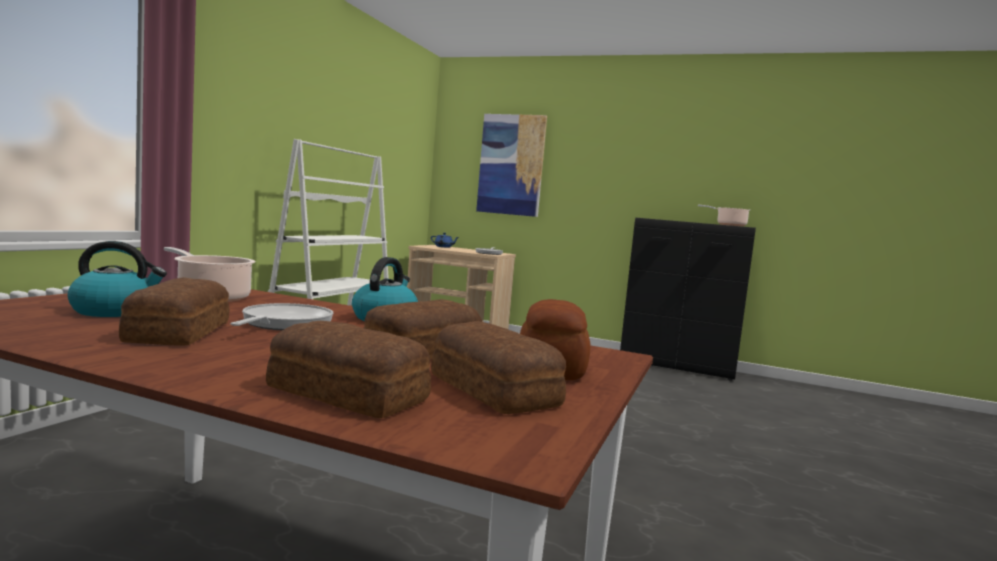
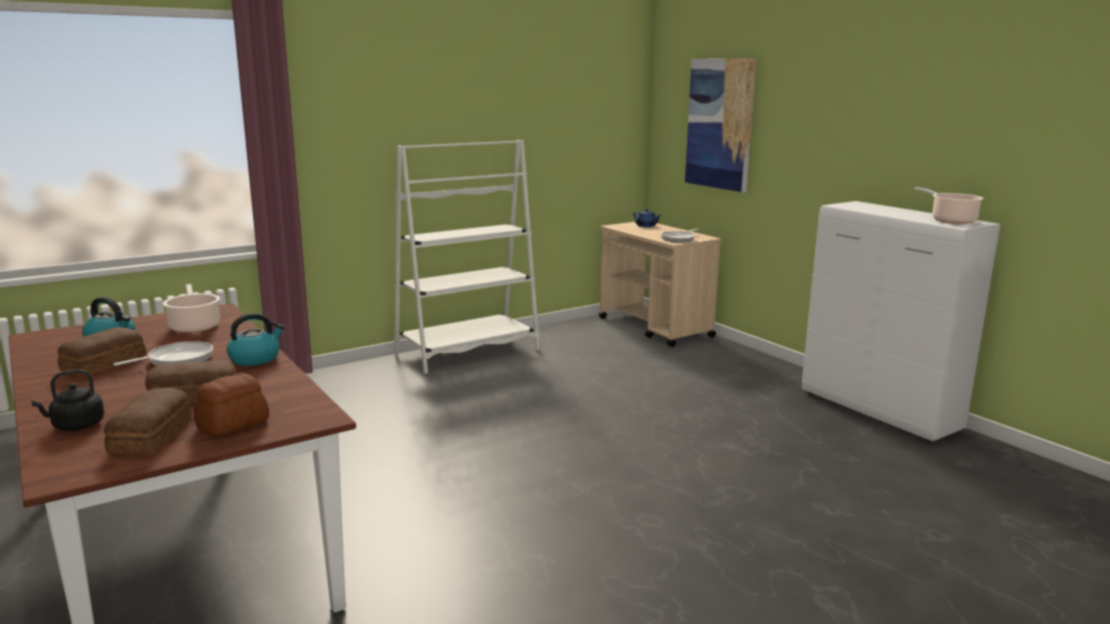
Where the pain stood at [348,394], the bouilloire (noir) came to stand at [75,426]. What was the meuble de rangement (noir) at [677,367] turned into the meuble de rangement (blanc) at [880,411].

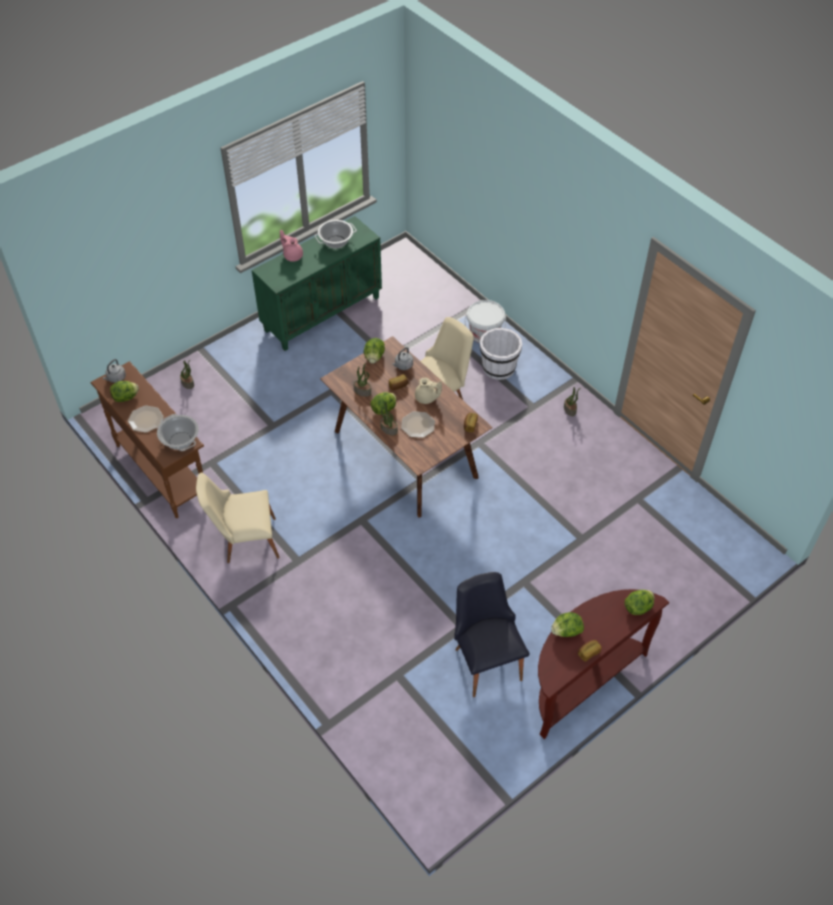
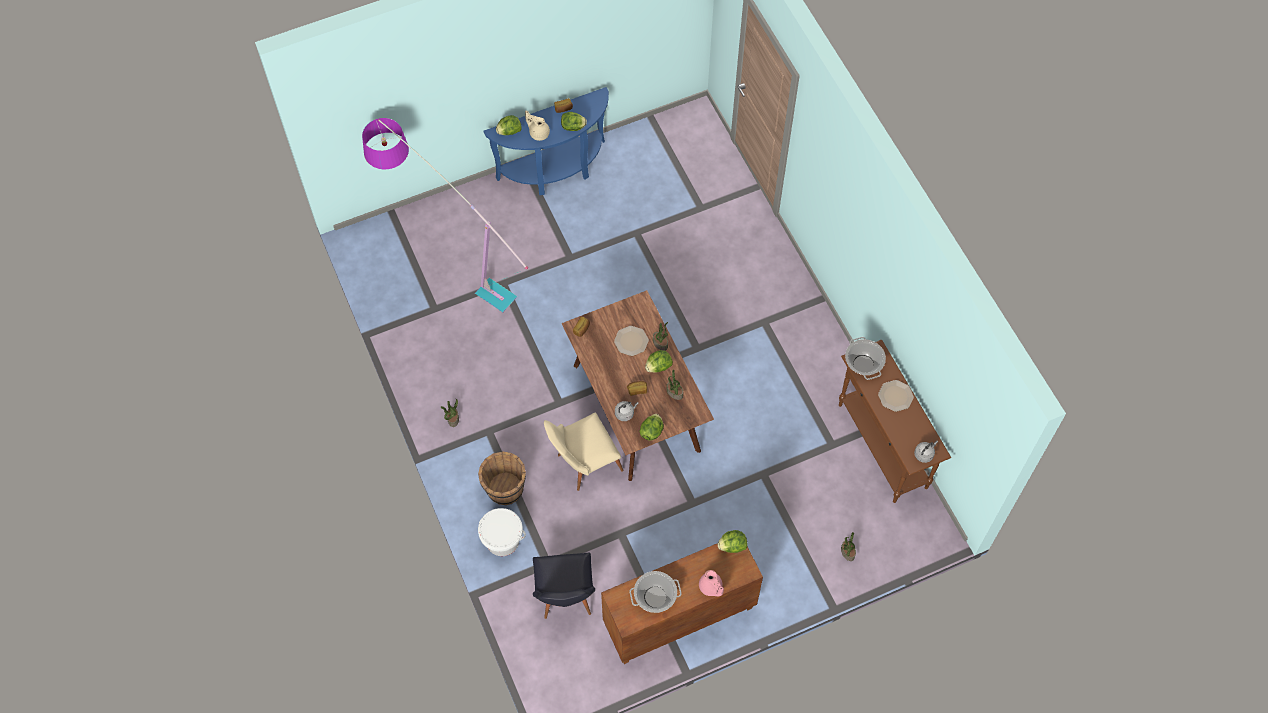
The laitue ended up elsewhere, having gone from [126,397] to [732,546]. The second view lost the chaise (beige) at [244,541]. What was the meuble de rangement (vert) at [322,313] turned into the meuble de rangement (marron) at [679,618]. The théière (beige) ended up elsewhere, having gone from [426,398] to [538,133]. The chaise (noir) ended up elsewhere, having gone from [486,658] to [565,598]. What was the seau (blanc) at [498,367] turned into the seau (marron) at [505,489]. What was the table console (marron) at [582,680] turned into the table console (bleu) at [556,170]. The second view gained the lampadaire at [446,261].

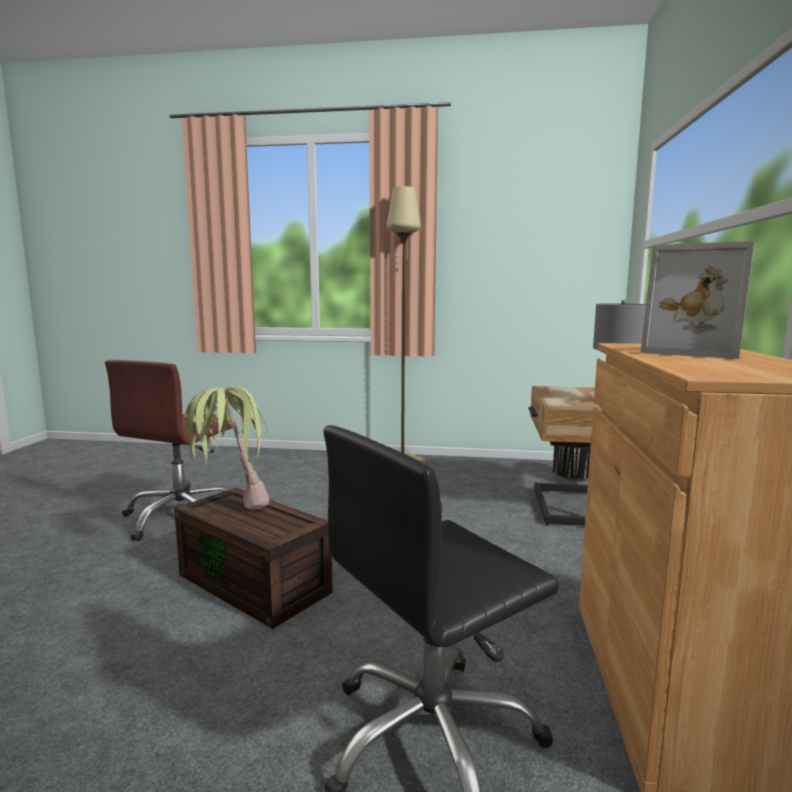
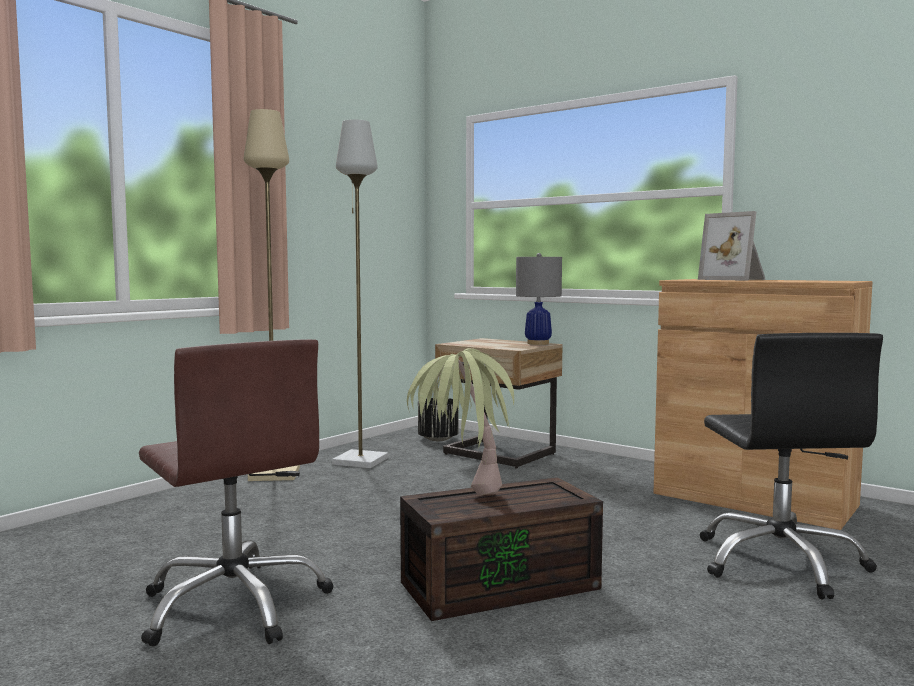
The cadre photo at [693,352] ended up facing another way, 75 degrees clockwise from before. The second view gained the lampadaire (gris) at [359,461].

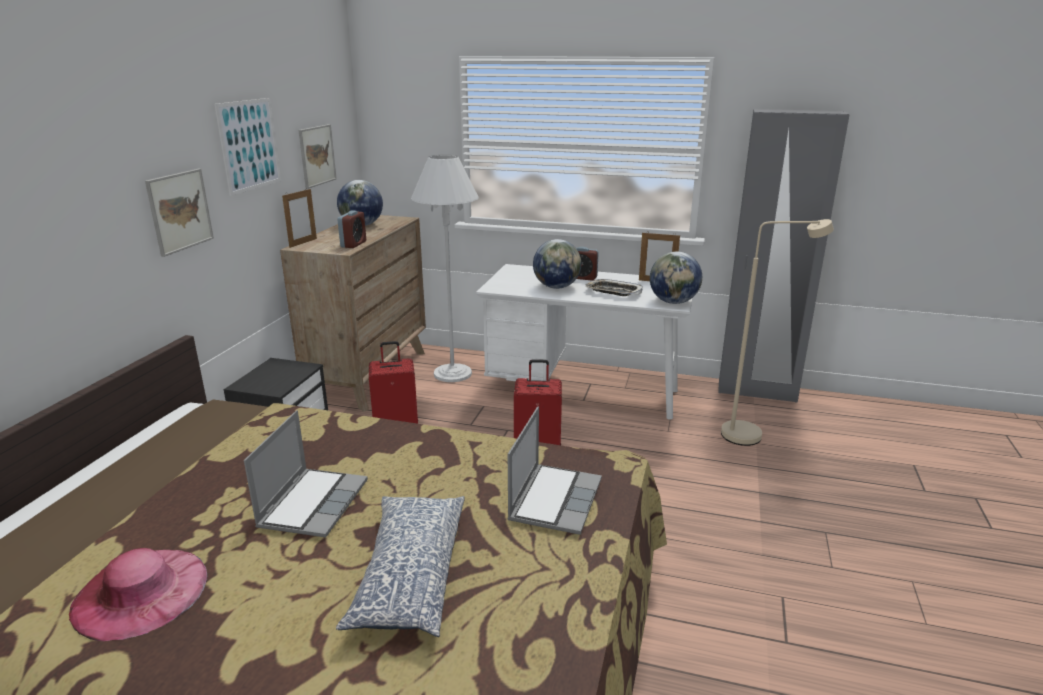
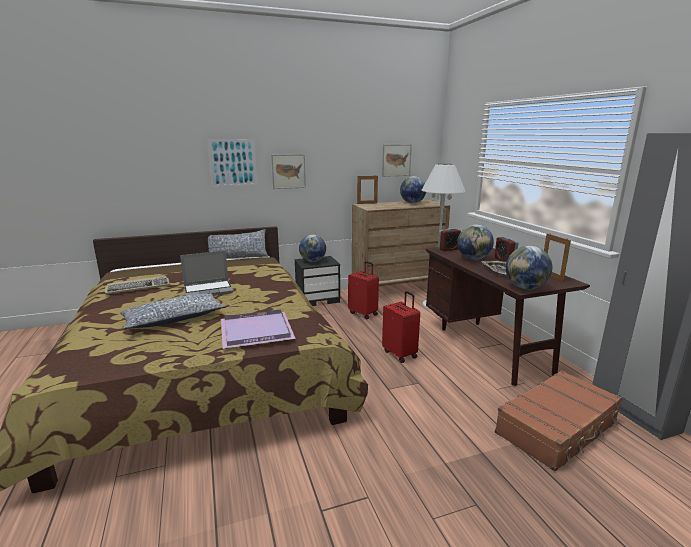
Where the chapeau (rose) stood at [140,592], the clavier came to stand at [139,287]. The tableau ended up elsewhere, having gone from [249,145] to [233,162]. The réveil ended up elsewhere, having gone from [353,244] to [448,249]. What was the bureau (blanc) at [584,393] turned into the bureau (marron) at [487,345]. Where the ordinateur portable stood at [554,499], the plateau (violet) came to stand at [257,330]. Where the lampadaire (beige) stood at [752,435], the valise (marron) came to stand at [557,428]. The second view gained the coussin at [237,257]. The second view gained the globe at [312,261].

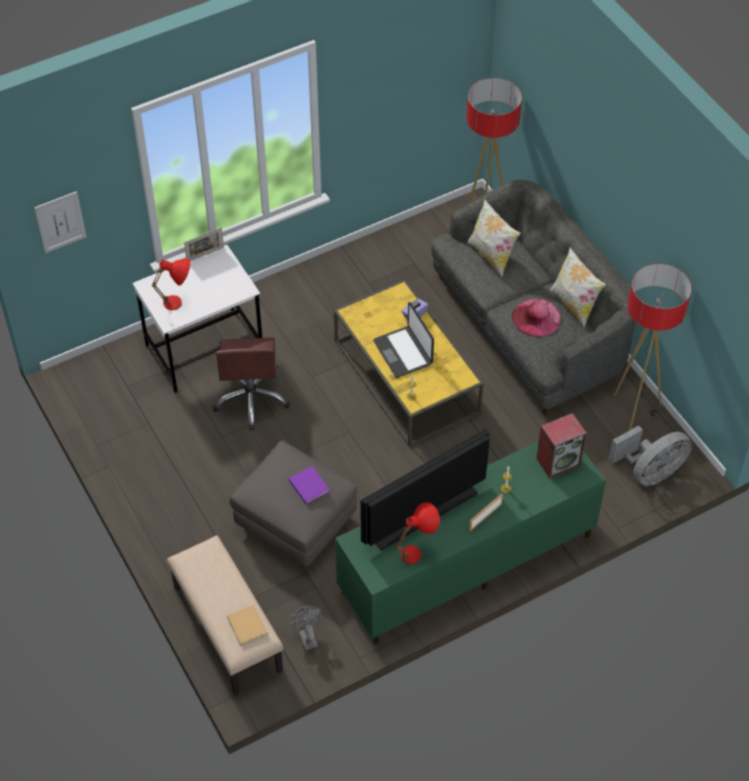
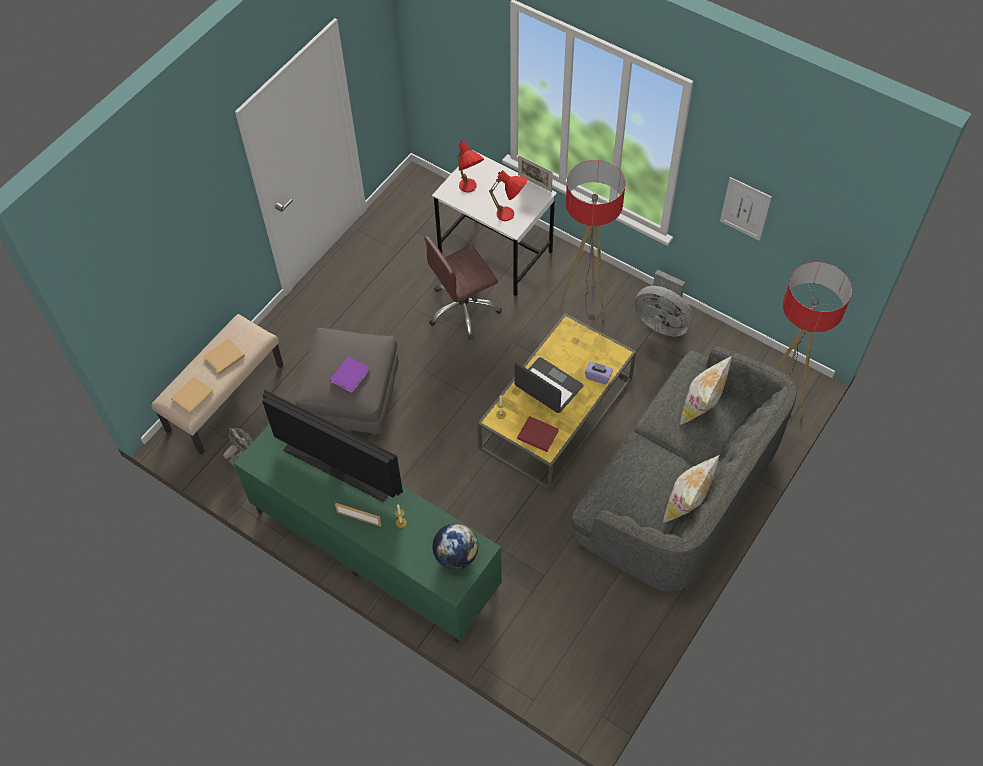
The tableau ended up elsewhere, having gone from [60,222] to [745,208]. The ordinateur portable at [403,352] ended up facing another way, 90 degrees clockwise from before. The lampe de table (rouge) ended up elsewhere, having gone from [417,551] to [511,217]. The second view lost the chapeau (rose) at [536,317]. Where the enceinte stood at [558,461], the globe came to stand at [456,556]. The ventilateur (gris) ended up elsewhere, having gone from [650,472] to [662,322]. The lampadaire ended up elsewhere, having gone from [635,411] to [585,303]. The second view gained the livre (beige) at [223,358]. The second view gained the livre (rouge) at [536,434].

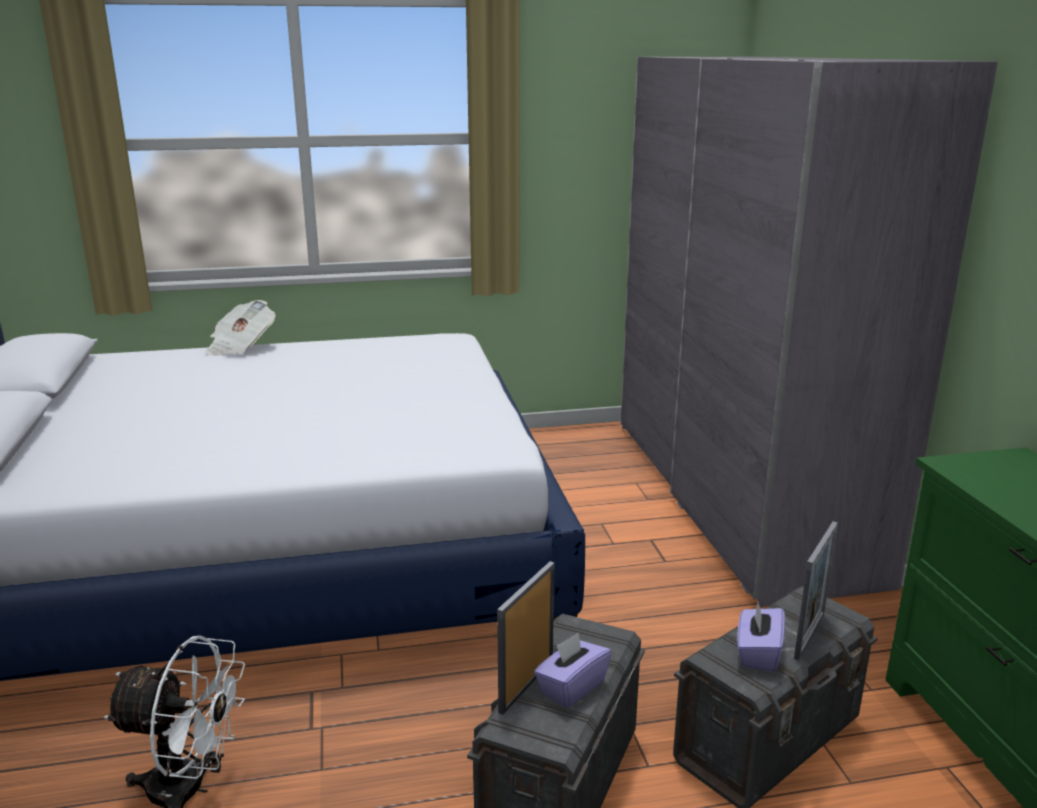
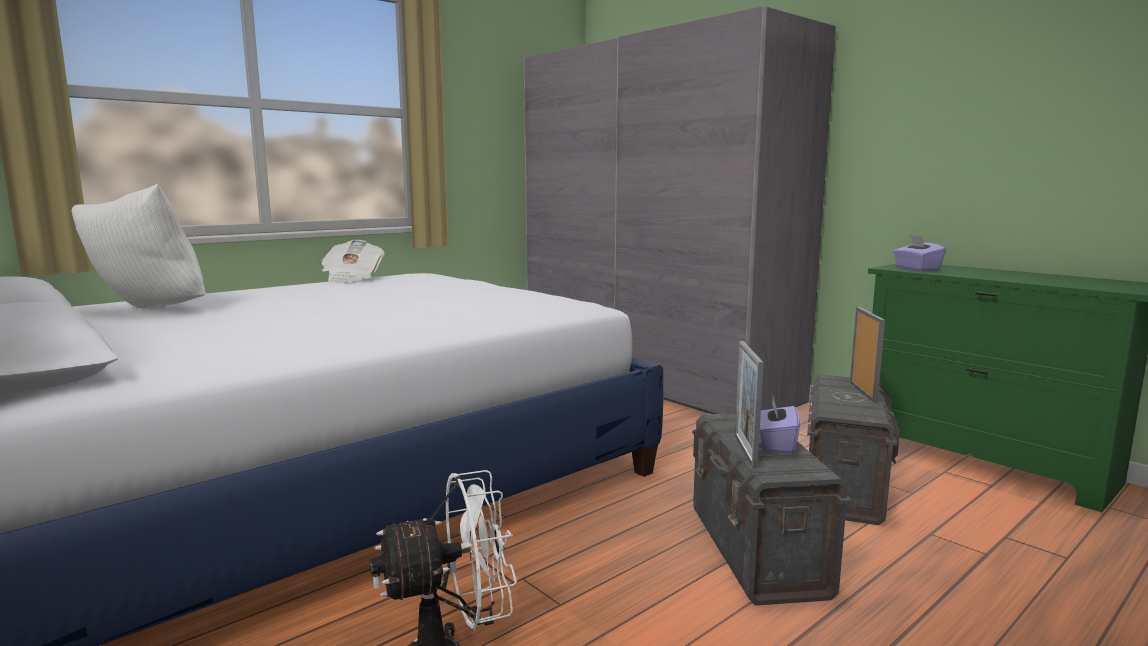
The journal ended up elsewhere, having gone from [240,347] to [352,279]. The boîte à mouchoirs (violet) ended up elsewhere, having gone from [758,653] to [916,269]. The second view gained the coussin (blanc) at [146,311].

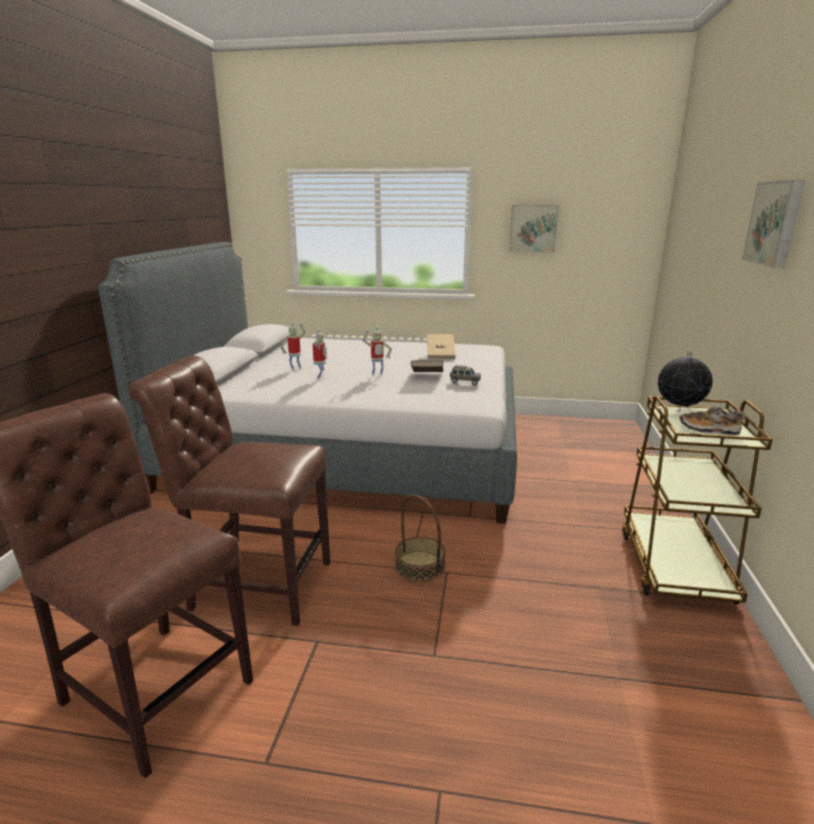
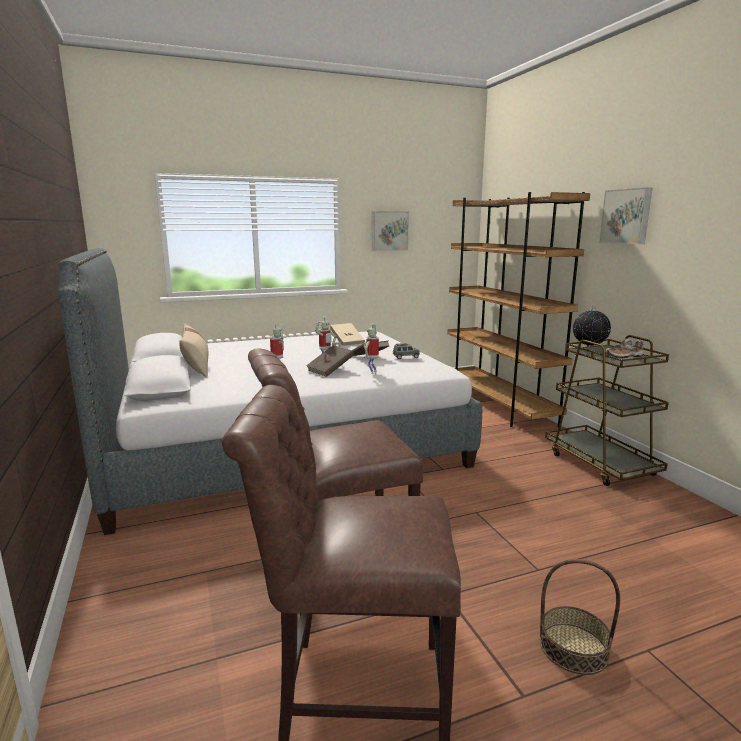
The robot jouet ended up elsewhere, having gone from [295,369] to [372,372]. The panier ended up elsewhere, having gone from [420,565] to [573,648]. The second view gained the coussin (beige) at [196,366]. The second view gained the livre (marron) at [330,370]. The second view gained the bibliothèque (marron) at [498,406].

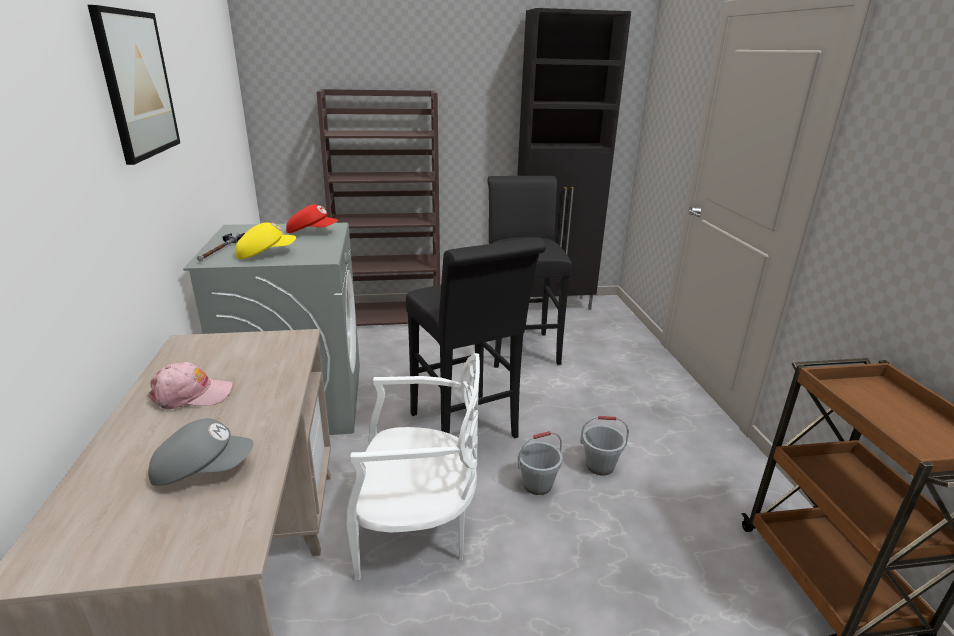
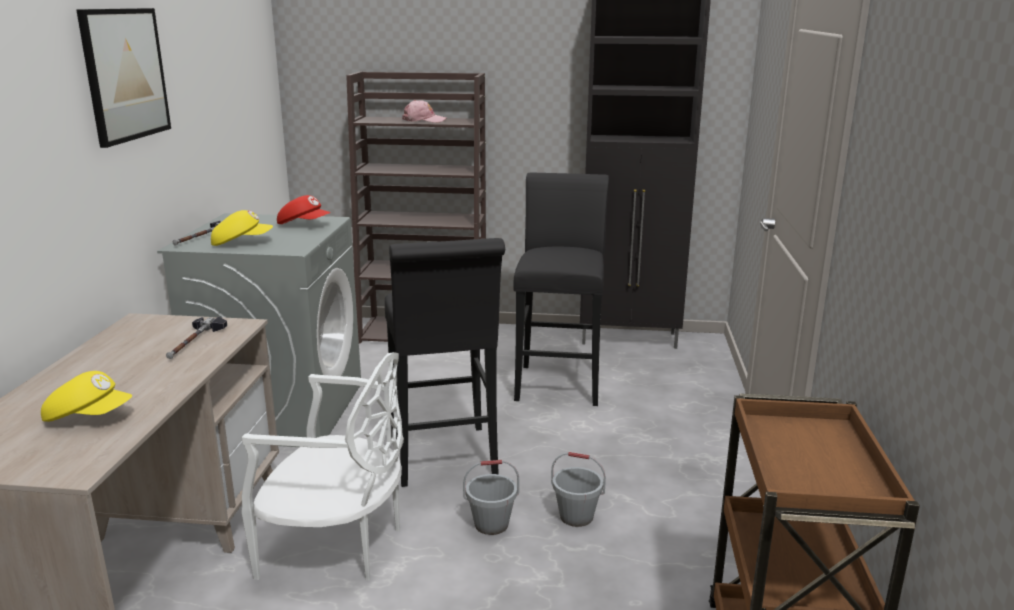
The casquette (rose) ended up elsewhere, having gone from [192,394] to [424,120]. What was the casquette (gris) at [203,469] turned into the casquette (jaune) at [89,417]. The second view gained the marteau at [194,342].

